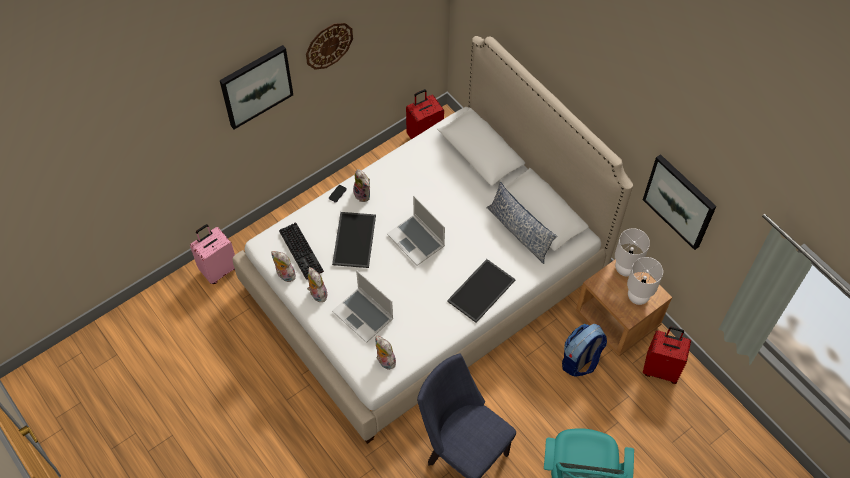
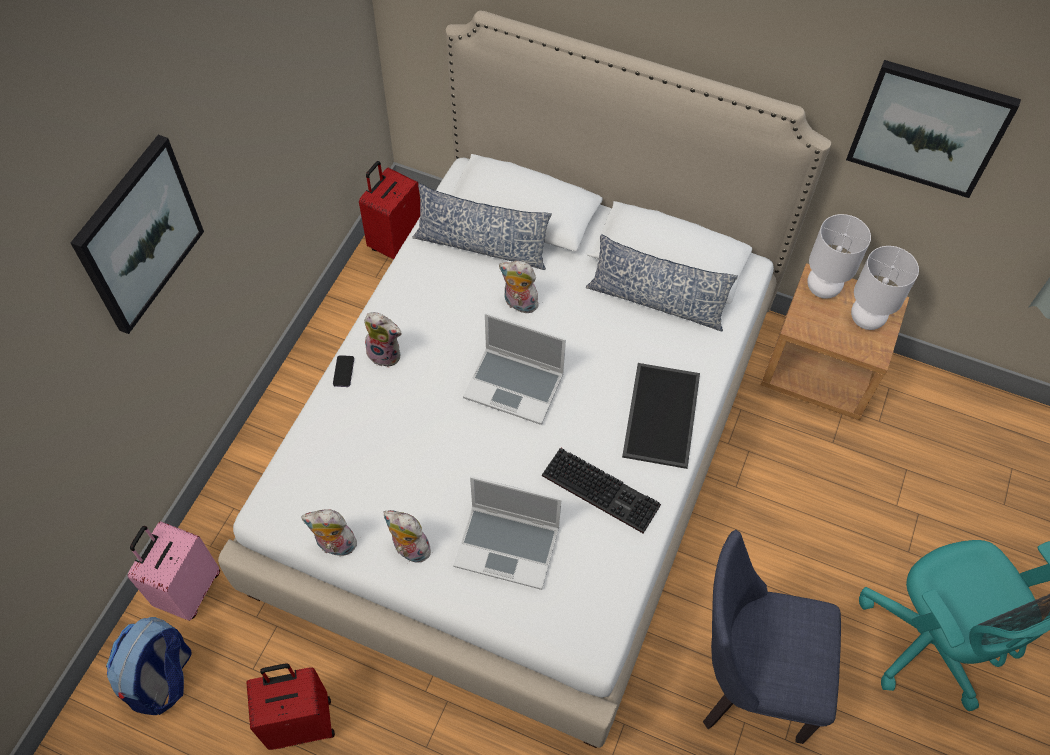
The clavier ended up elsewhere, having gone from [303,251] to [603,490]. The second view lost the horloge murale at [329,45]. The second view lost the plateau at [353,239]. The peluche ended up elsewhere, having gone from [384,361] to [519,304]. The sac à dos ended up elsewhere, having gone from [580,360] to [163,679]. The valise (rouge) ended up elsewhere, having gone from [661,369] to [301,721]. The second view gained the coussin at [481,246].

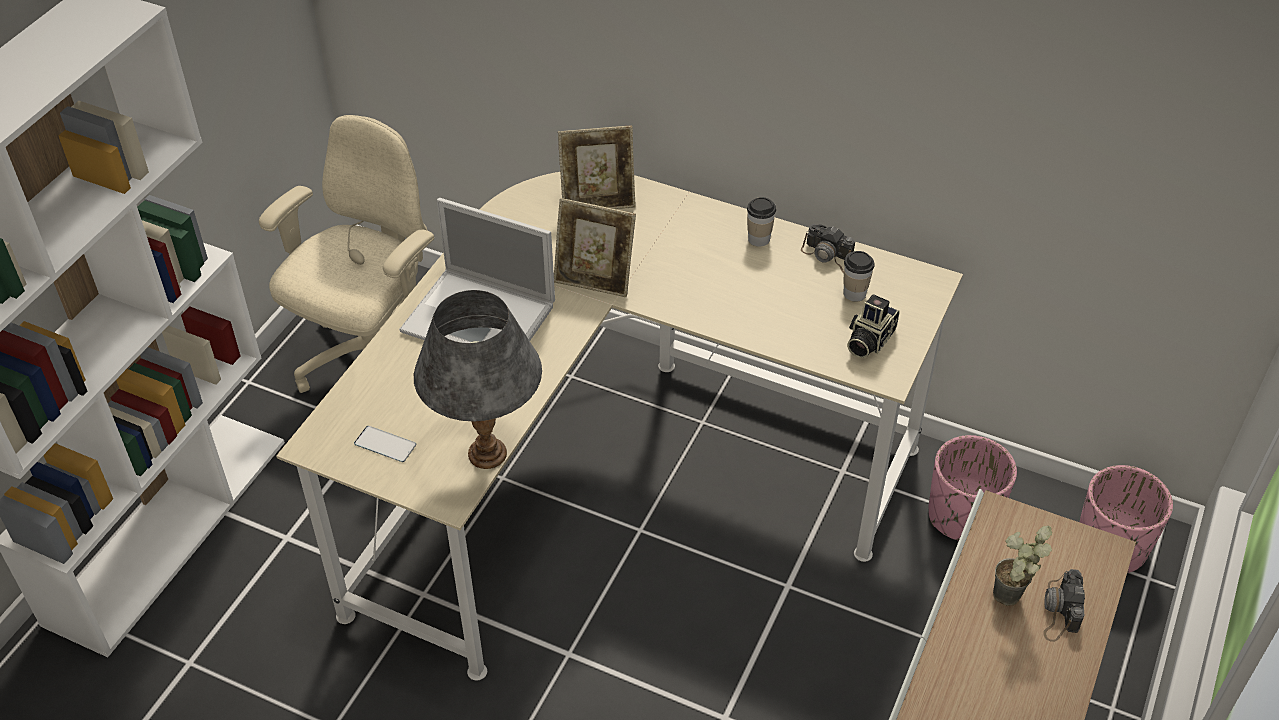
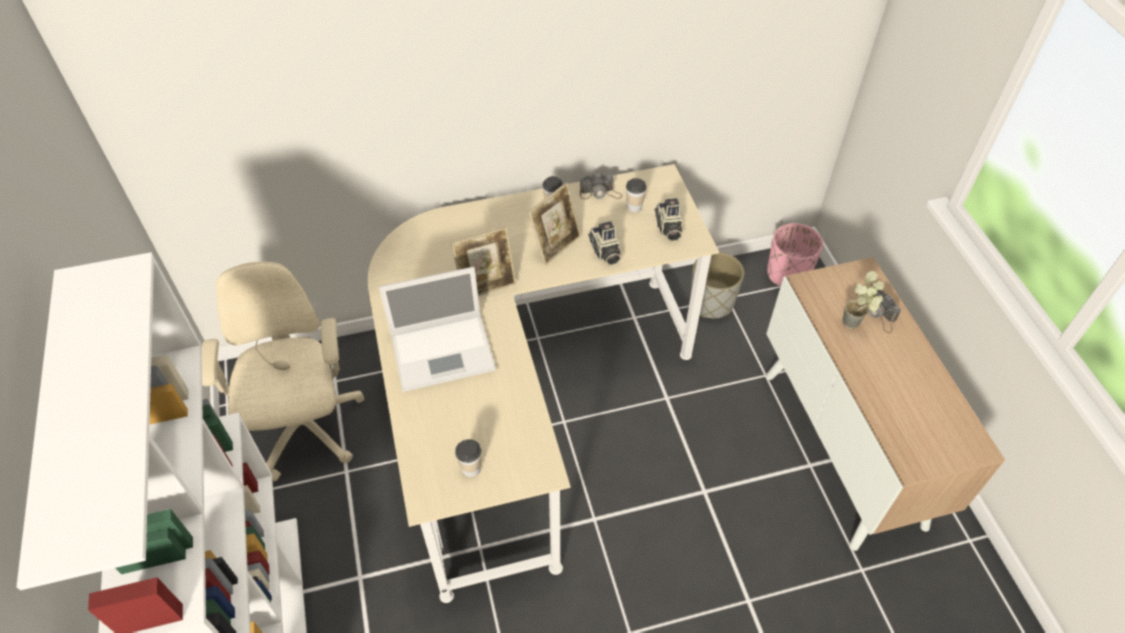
Where the téléphone stood at [385,444], the tasse came to stand at [471,468]. The second view lost the lampe de table (gris) at [487,453]. The cadre photo ended up elsewhere, having gone from [598,202] to [555,245]. What was the cache-pot (rose) at [961,516] turned into the cache-pot (gris) at [711,303]. The second view gained the appareil photo at [605,252].

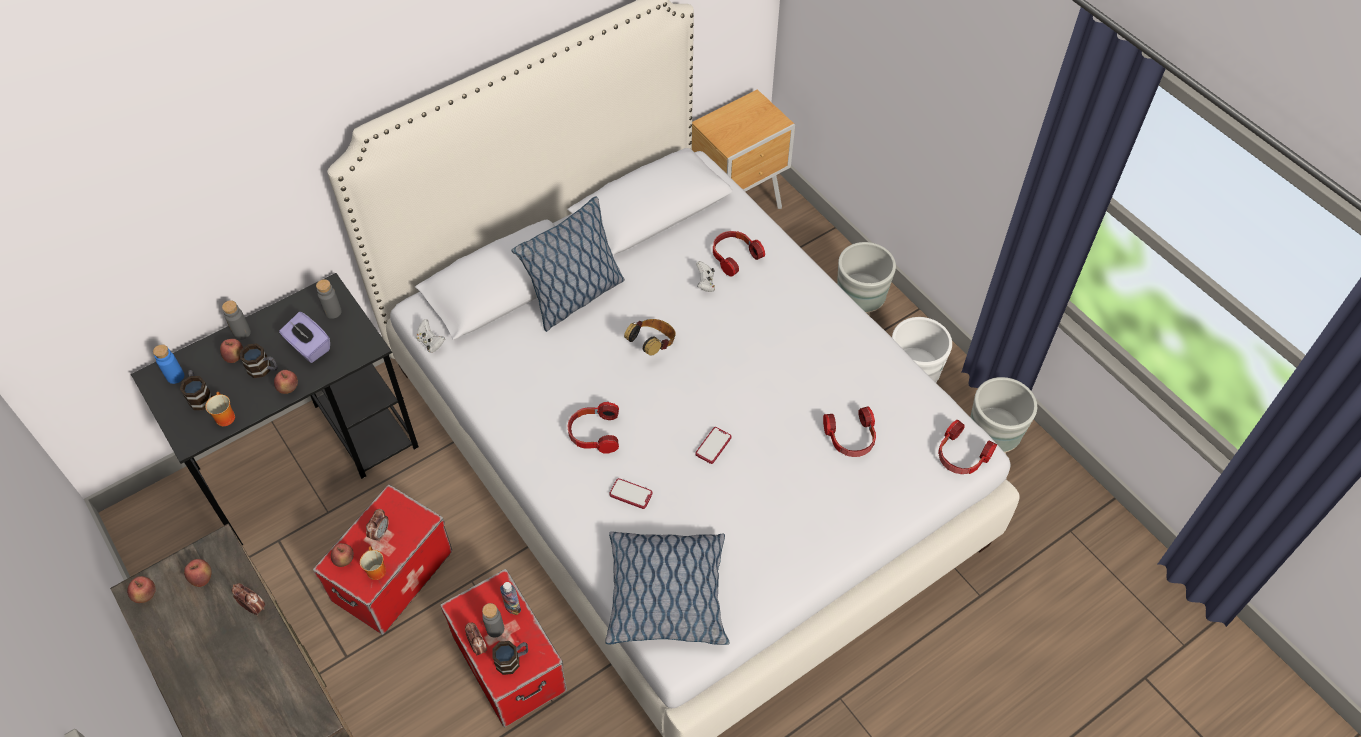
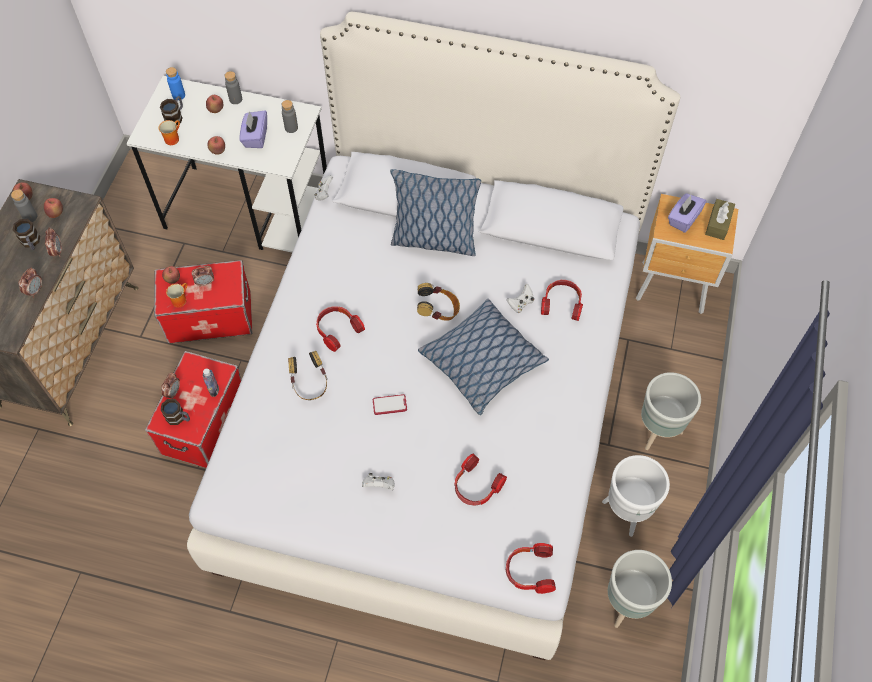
What was the bureau (noir) at [309,457] turned into the bureau (blanc) at [249,212]. The mug ended up elsewhere, having gone from [264,369] to [31,243]. The bouteille (gris) ended up elsewhere, having gone from [495,629] to [30,217]. The coussin ended up elsewhere, having gone from [667,595] to [483,363]. Where the téléphone stood at [631,494], the casque audio came to stand at [310,385]. The second view gained the réveil at [35,290]. The second view gained the manette (blanc) at [379,485]. The second view gained the boîte à mouchoirs (violet) at [683,219]. The second view gained the boîte à mouchoirs (marron) at [718,224].

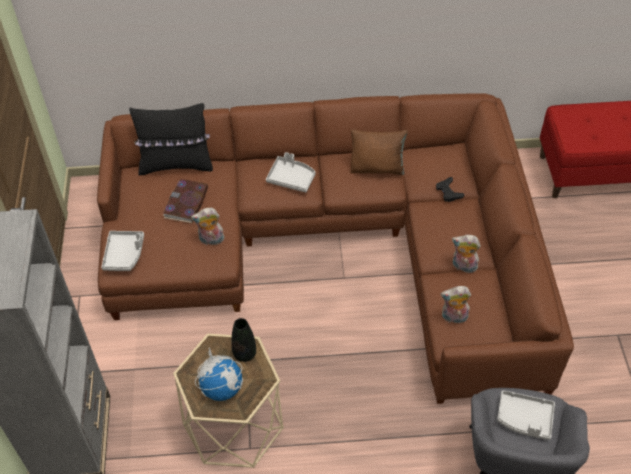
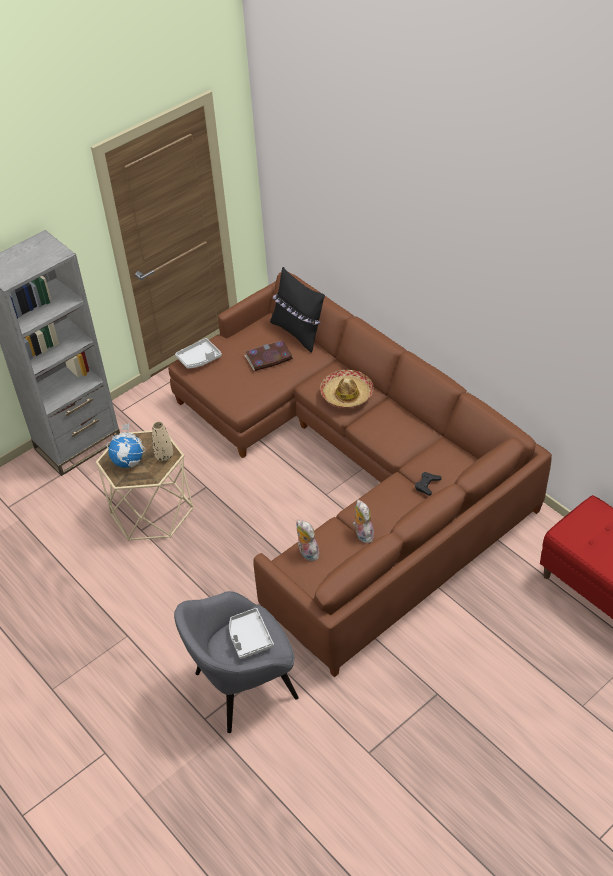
The second view lost the peluche at [211,240]. What was the vase (noir) at [244,353] turned into the vase (beige) at [164,456]. Where the plateau (gris) stood at [291,178], the chapeau came to stand at [346,394]. The second view lost the coussin (marron) at [377,168].

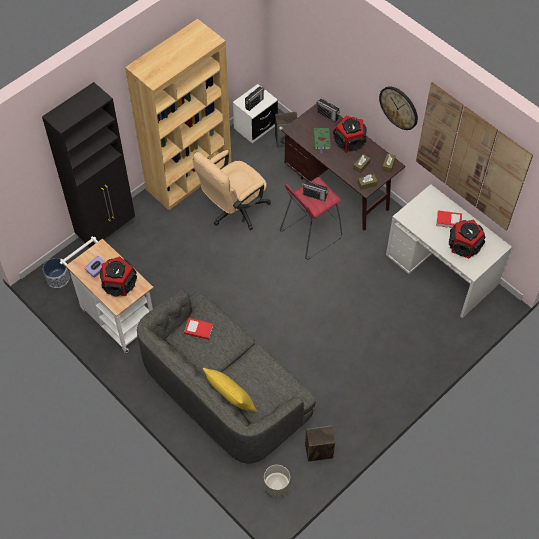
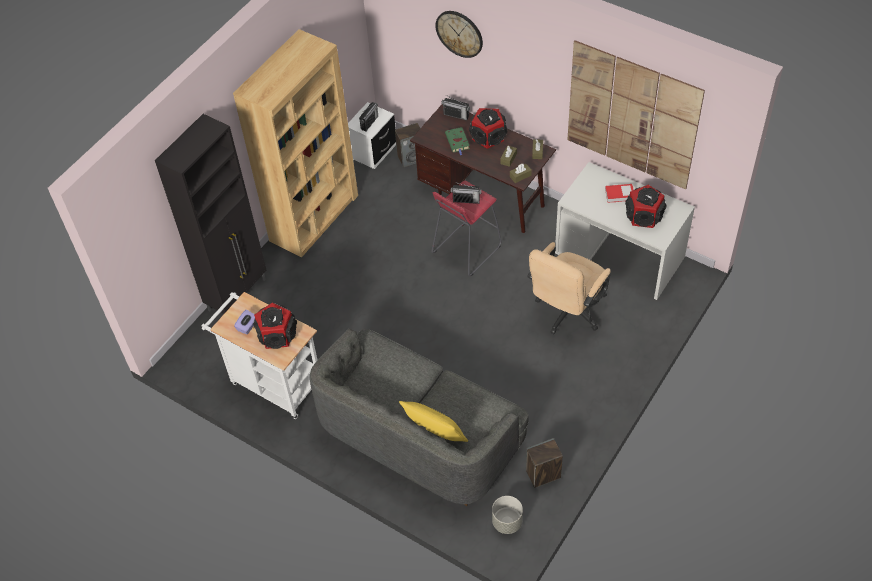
The second view lost the cache-pot at [57,278]. The second view lost the livre at [198,330]. The chaise de bureau (beige) ended up elsewhere, having gone from [233,210] to [567,312]. The horloge murale ended up elsewhere, having gone from [399,107] to [459,33].

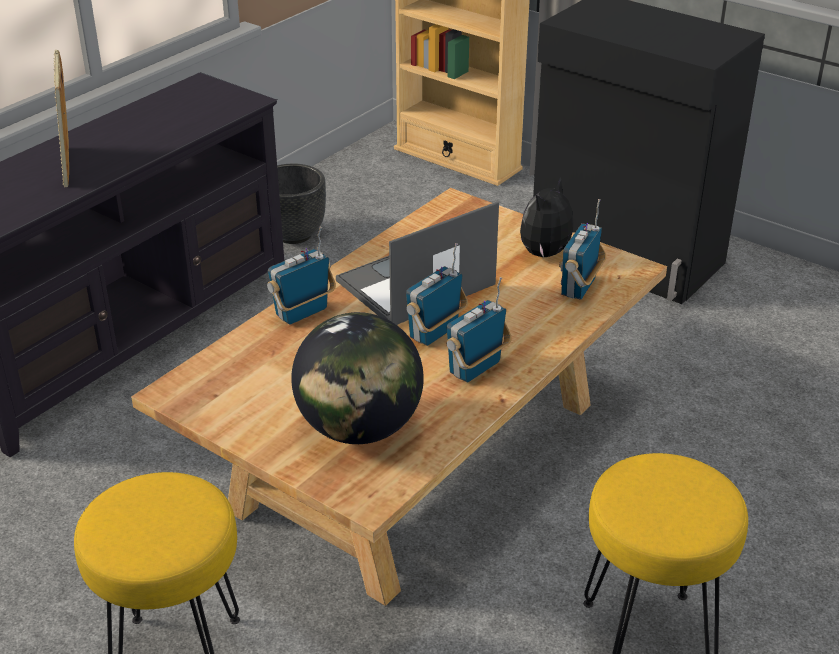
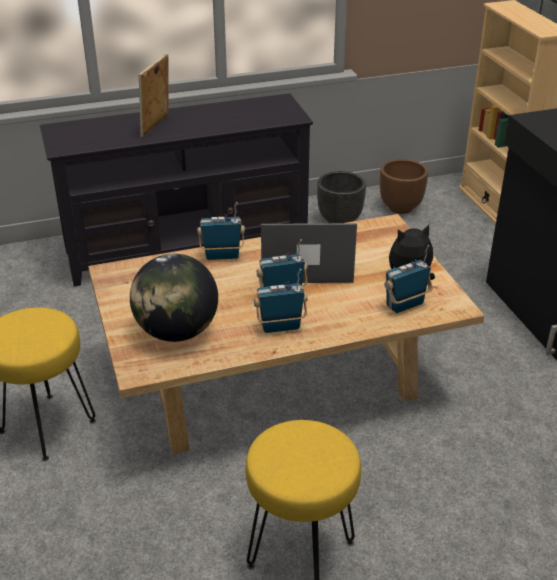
The second view gained the cache-pot (marron) at [400,207].

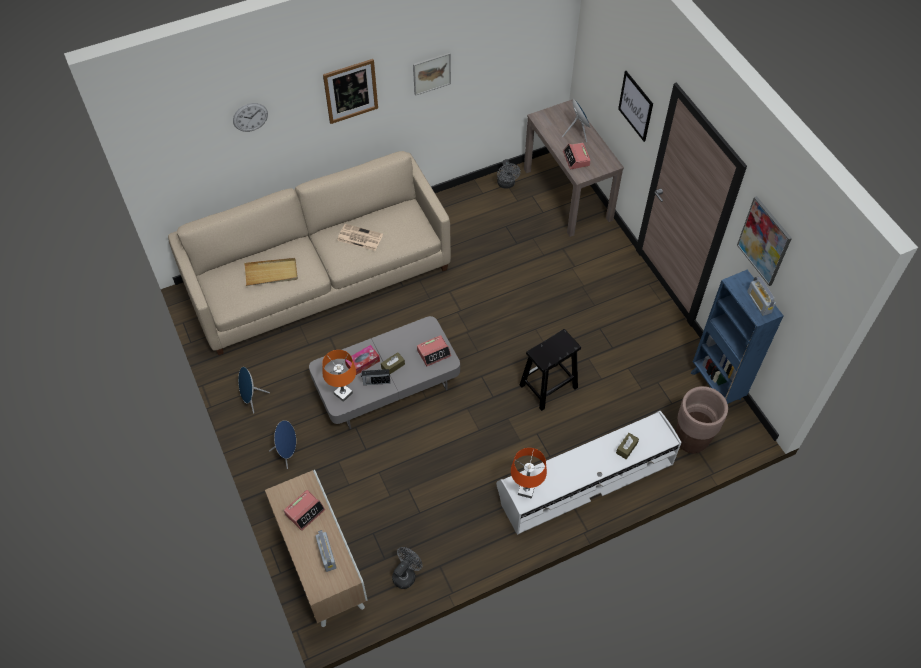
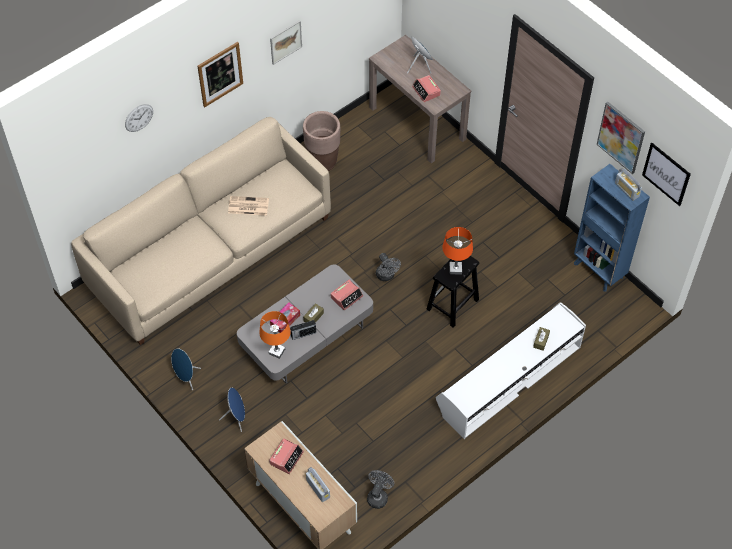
The second view lost the plateau (beige) at [271,273]. The ventilateur (gris) ended up elsewhere, having gone from [506,184] to [386,276]. The lampe de table (orange) ended up elsewhere, having gone from [526,490] to [455,269]. The tableau ended up elsewhere, having gone from [635,106] to [666,174]. The cache-pot (marron) ended up elsewhere, having gone from [691,440] to [323,162].

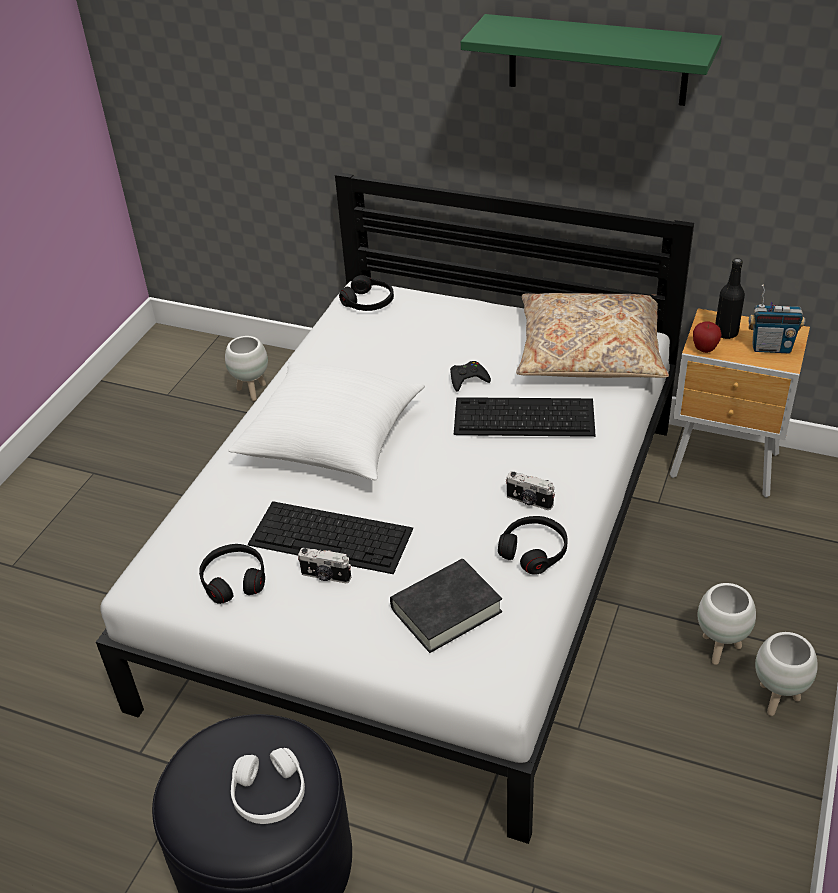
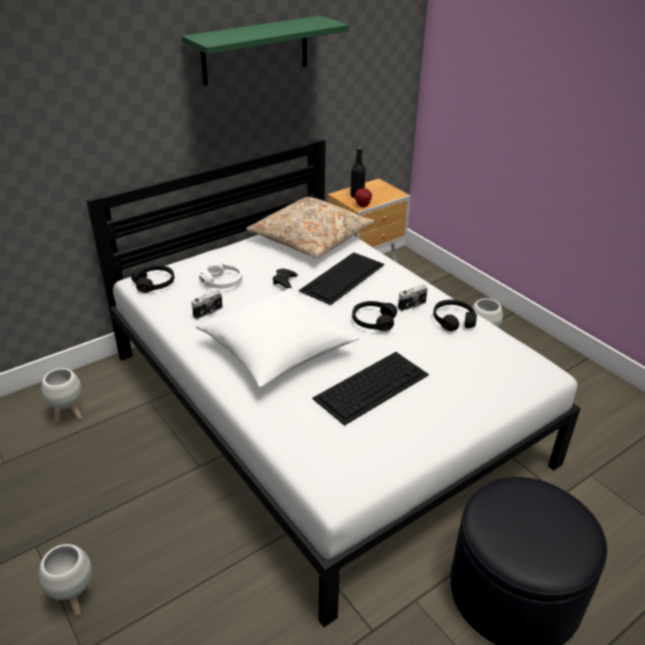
The casque audio (noir) ended up elsewhere, having gone from [234,579] to [373,321]. The casque audio (blanc) ended up elsewhere, having gone from [269,794] to [222,282]. The appareil photo ended up elsewhere, having gone from [325,576] to [208,312]. The second view lost the livre (noir) at [446,610]. The second view lost the radio at [771,347]. The cache-pot (blanc) ended up elsewhere, having gone from [777,699] to [75,599].

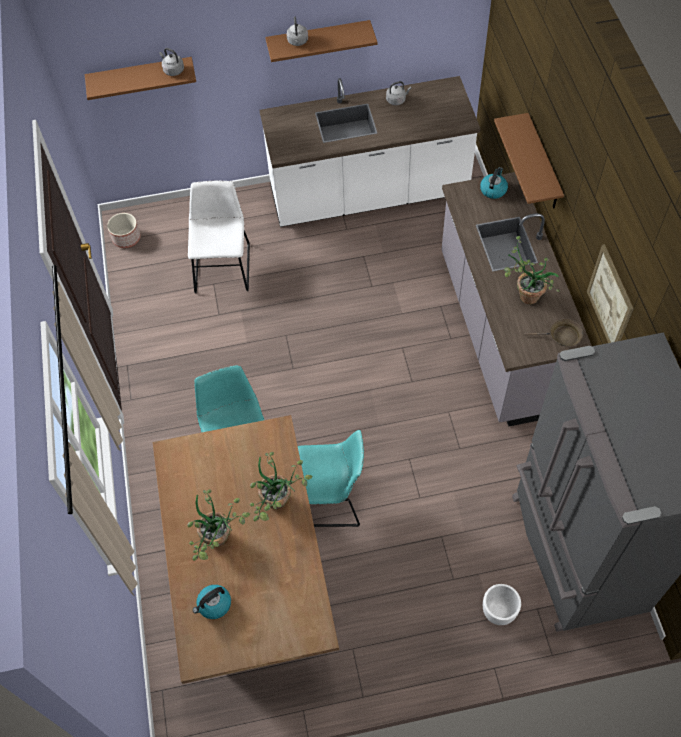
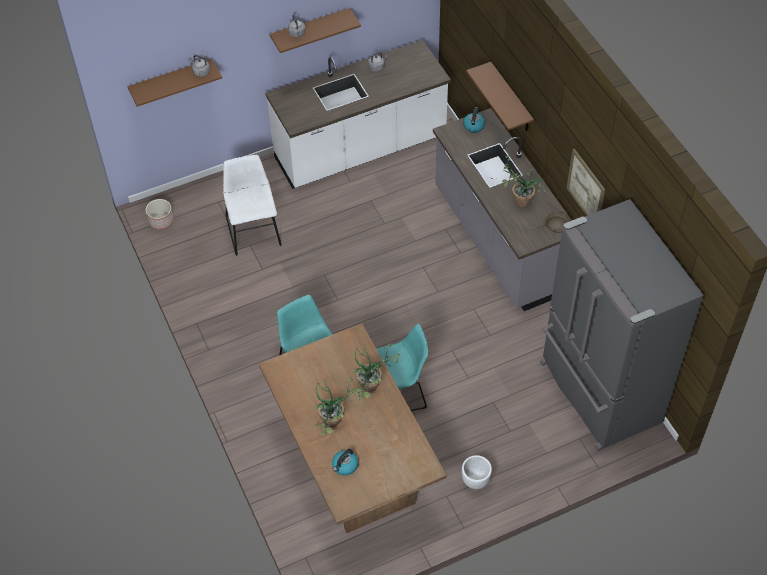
The cache-pot (blanc) ended up elsewhere, having gone from [498,612] to [475,481].

